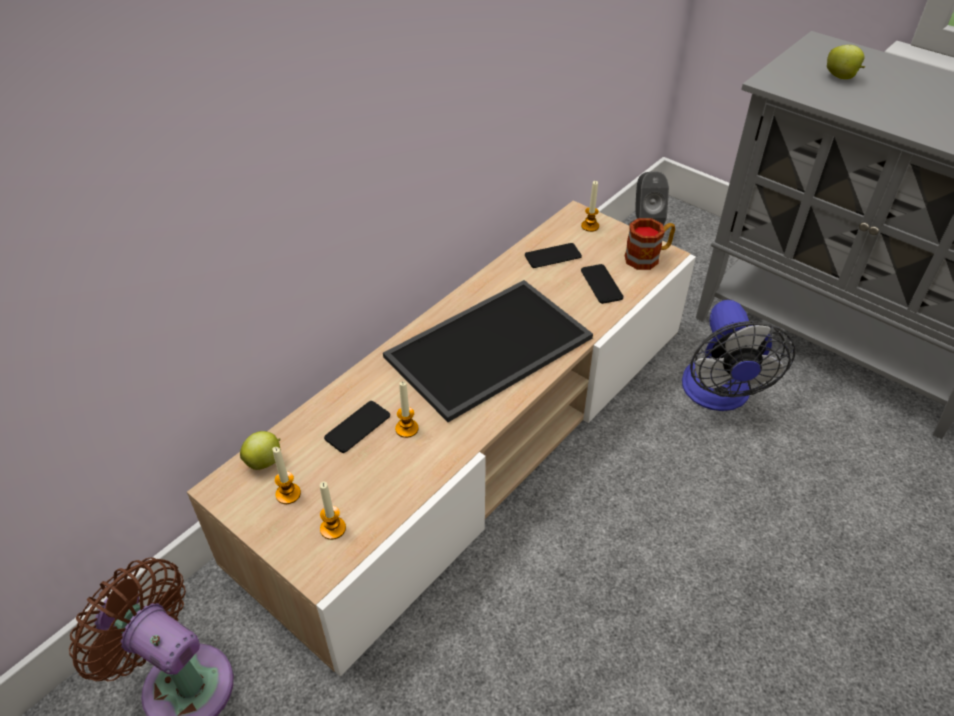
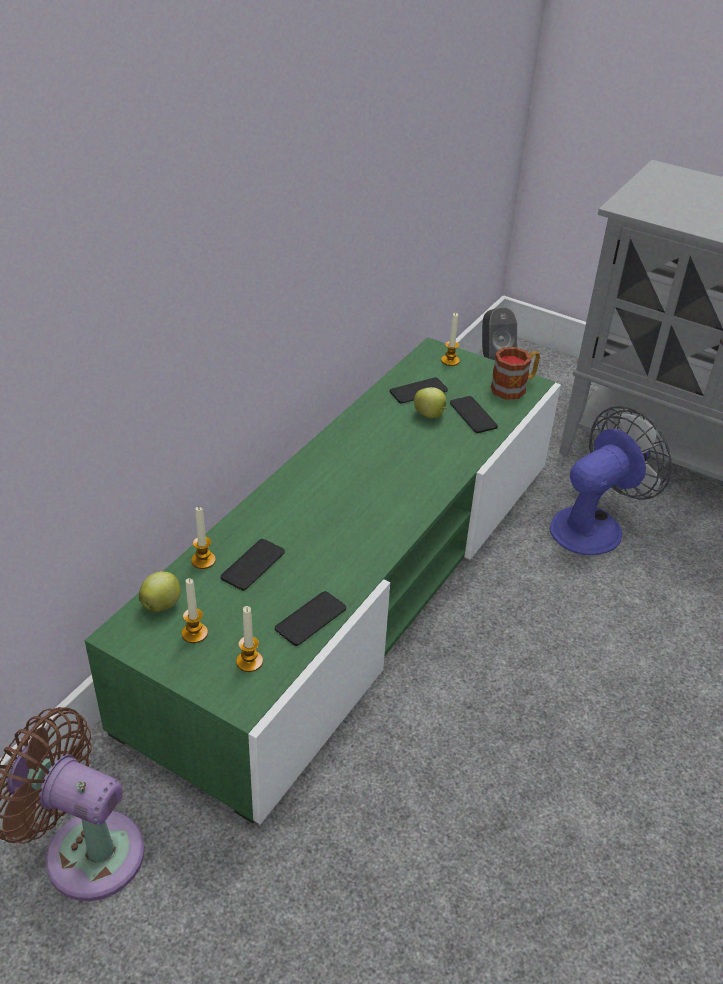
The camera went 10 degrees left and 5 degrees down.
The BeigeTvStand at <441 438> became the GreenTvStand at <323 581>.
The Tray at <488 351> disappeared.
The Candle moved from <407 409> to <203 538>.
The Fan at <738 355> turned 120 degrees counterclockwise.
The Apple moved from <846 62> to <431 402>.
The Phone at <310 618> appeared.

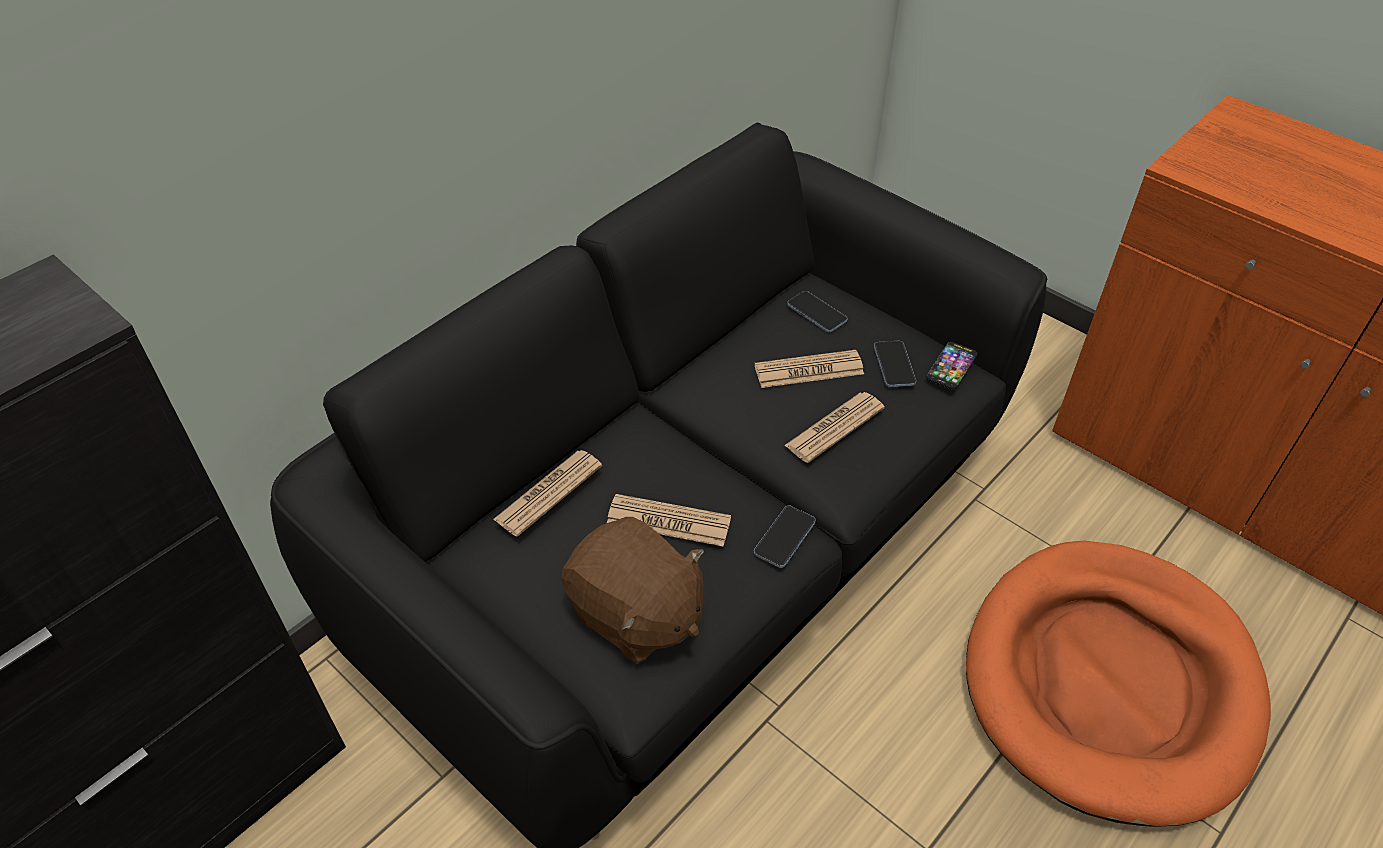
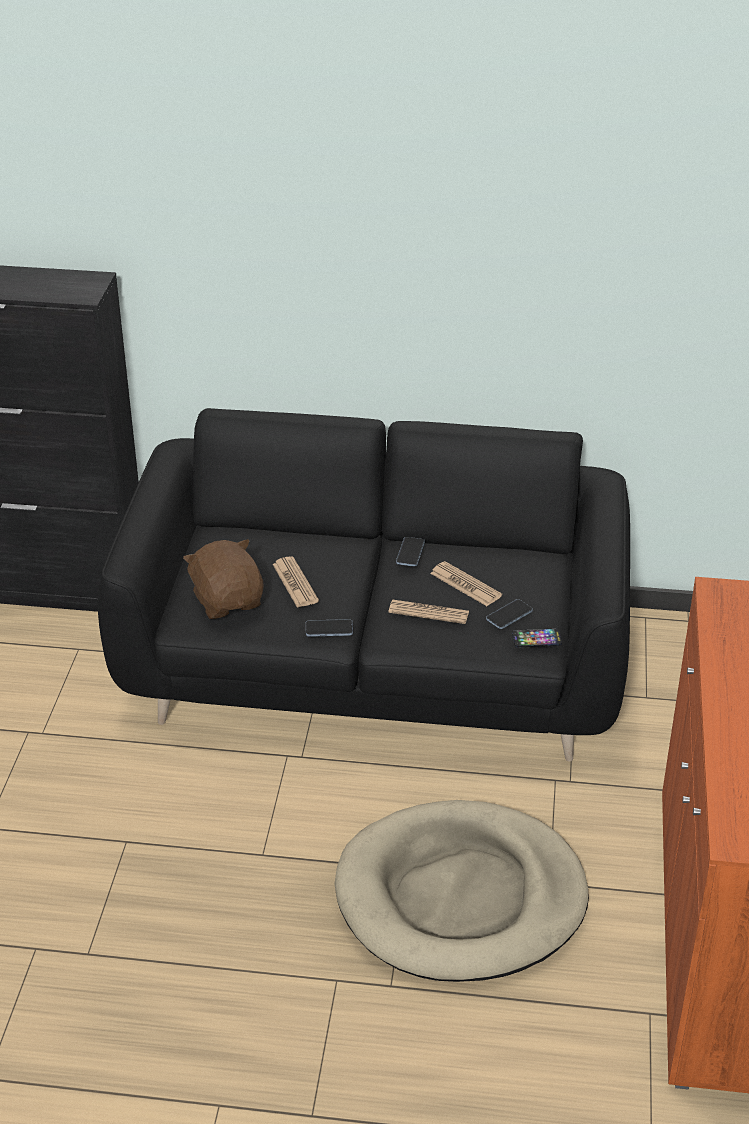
The camera went 55 degrees right and 10 degrees down.
The Newspaper at <547 493> disappeared.
The BrownPlushToy at <632 590> turned 150 degrees clockwise.
The Phone moved from <817 312> to <410 552>.
The OrangeDogBed at <1118 684> became the BeigeDogBed at <461 891>.

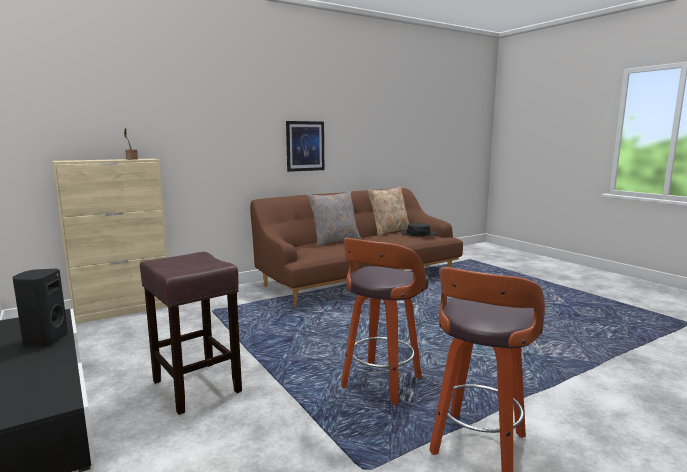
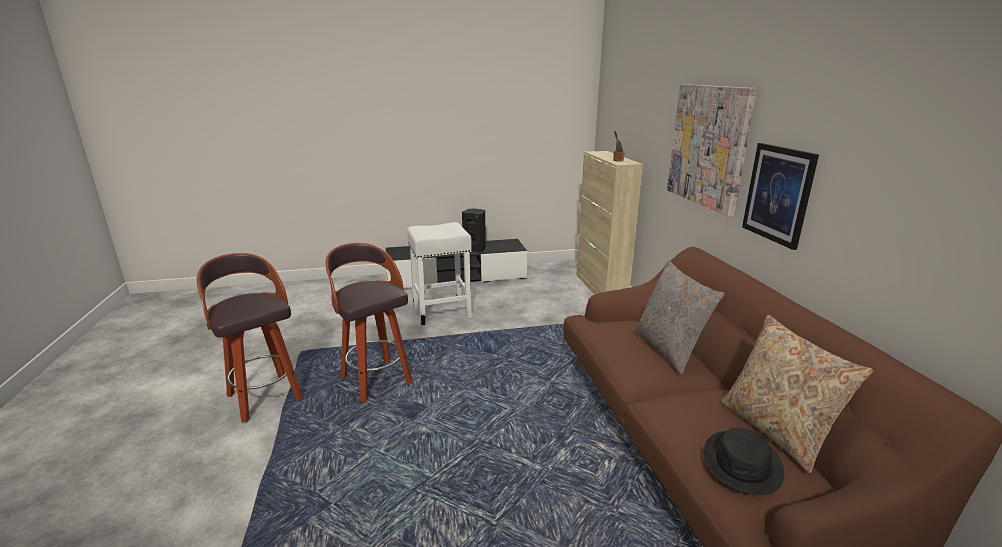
The camera went 110 degrees right and 10 degrees up.
The BrownStool at <191 333> became the WhiteStool at <439 274>.
The Picture at <712 150> appeared.

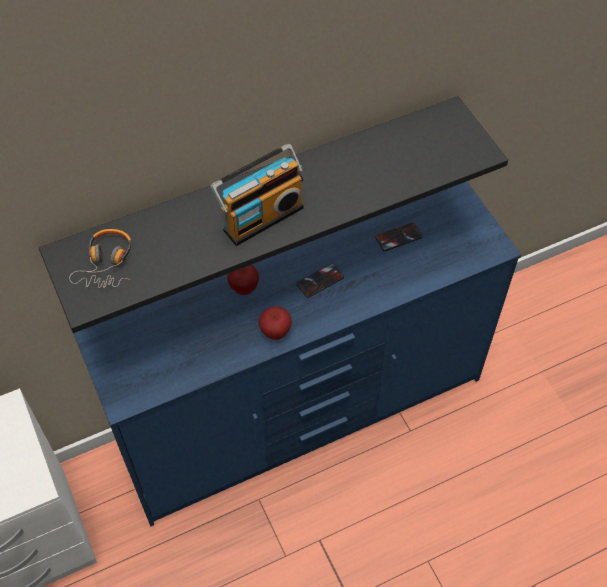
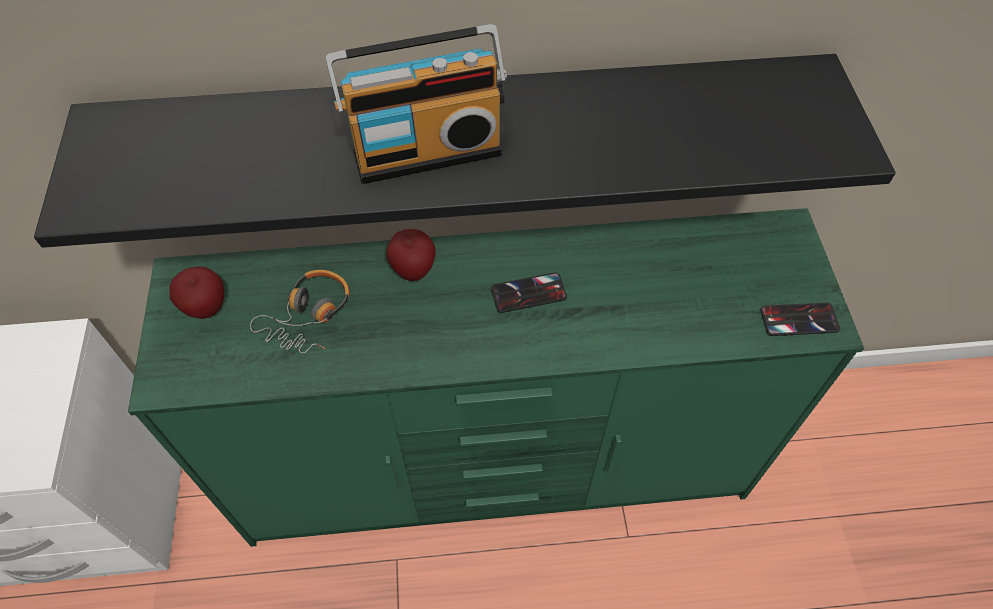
The camera went 20 degrees right and 0 degrees up.
The Headphones moved from <100 258> to <300 312>.
The BlueDresser at <297 353> became the GreenDresser at <496 377>.
The Apple moved from <275 323> to <197 293>.
The Phone moved from <399 236> to <800 319>.

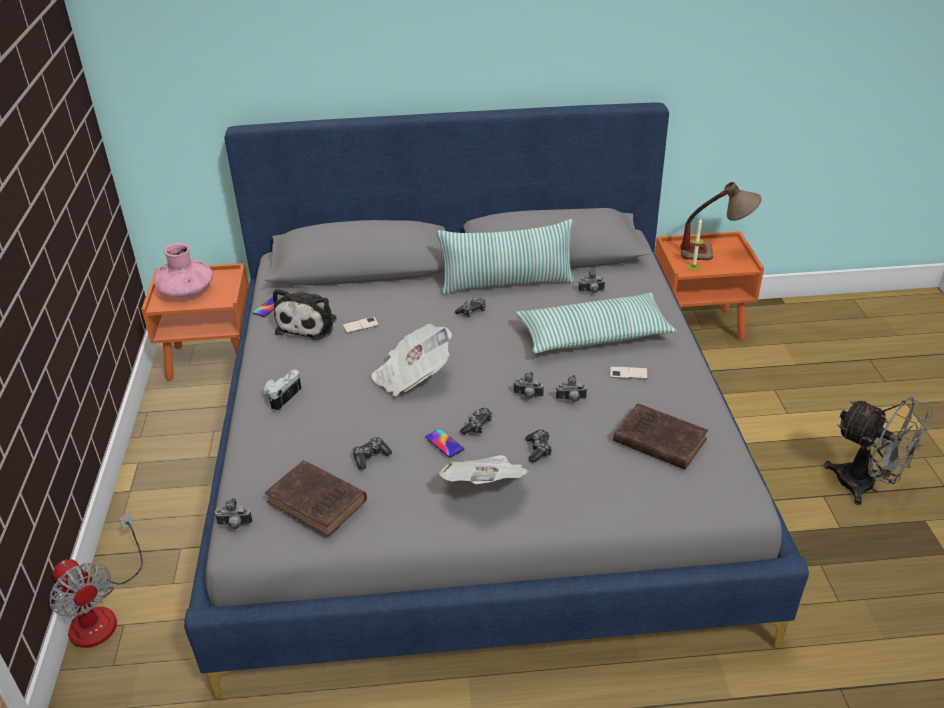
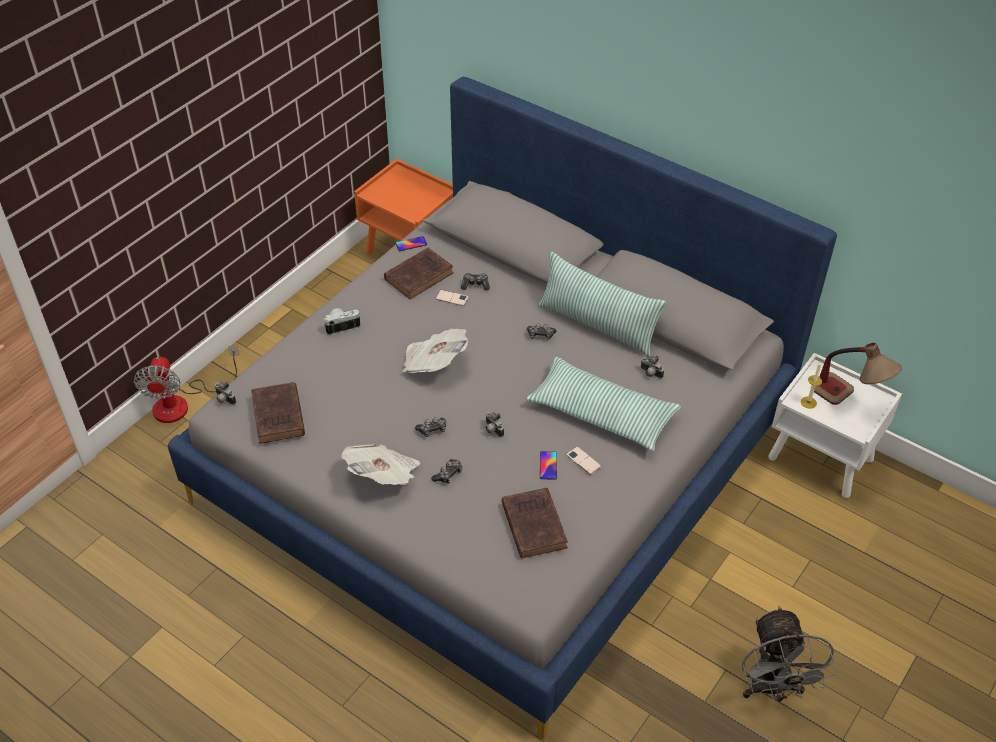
The camera went 40 degrees right and 10 degrees up.
The PinkVase at <183 270> disappeared.
The PlushToy at <305 314> was replaced by the BrownBook at <419 273>.
The GameController moved from <372 453> to <475 281>.
The Phone moved from <444 443> to <548 465>.
The PhotoCamera at <571 388> disappeared.
The OrangeNightstand at <709 285> became the WhiteNightstand at <835 425>.

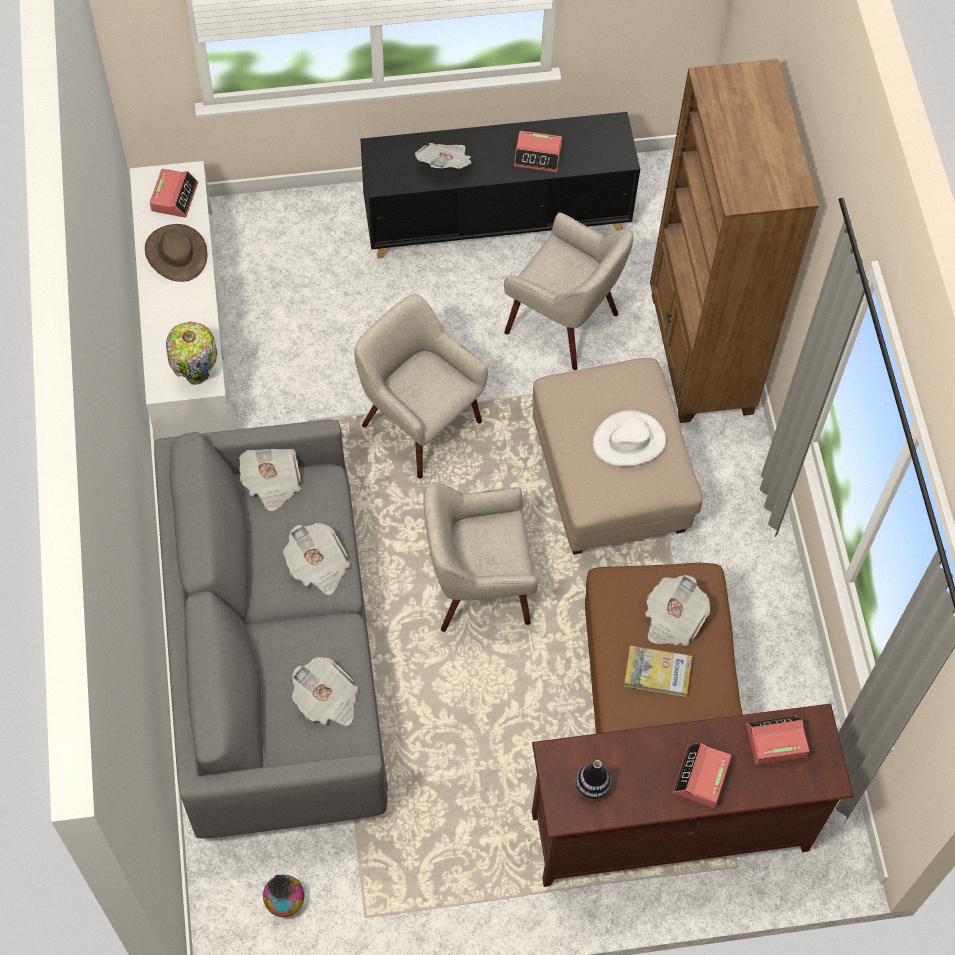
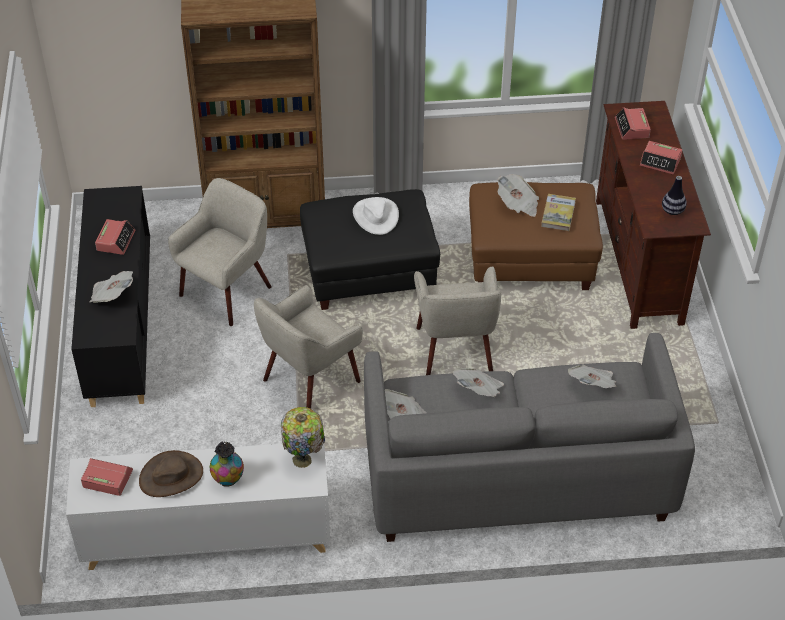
The camera went 85 degrees left and 15 degrees down.
The Vase moved from <283 896> to <227 464>.
The BeigeOttoman at <617 456> became the BlackOttoman at <370 249>.

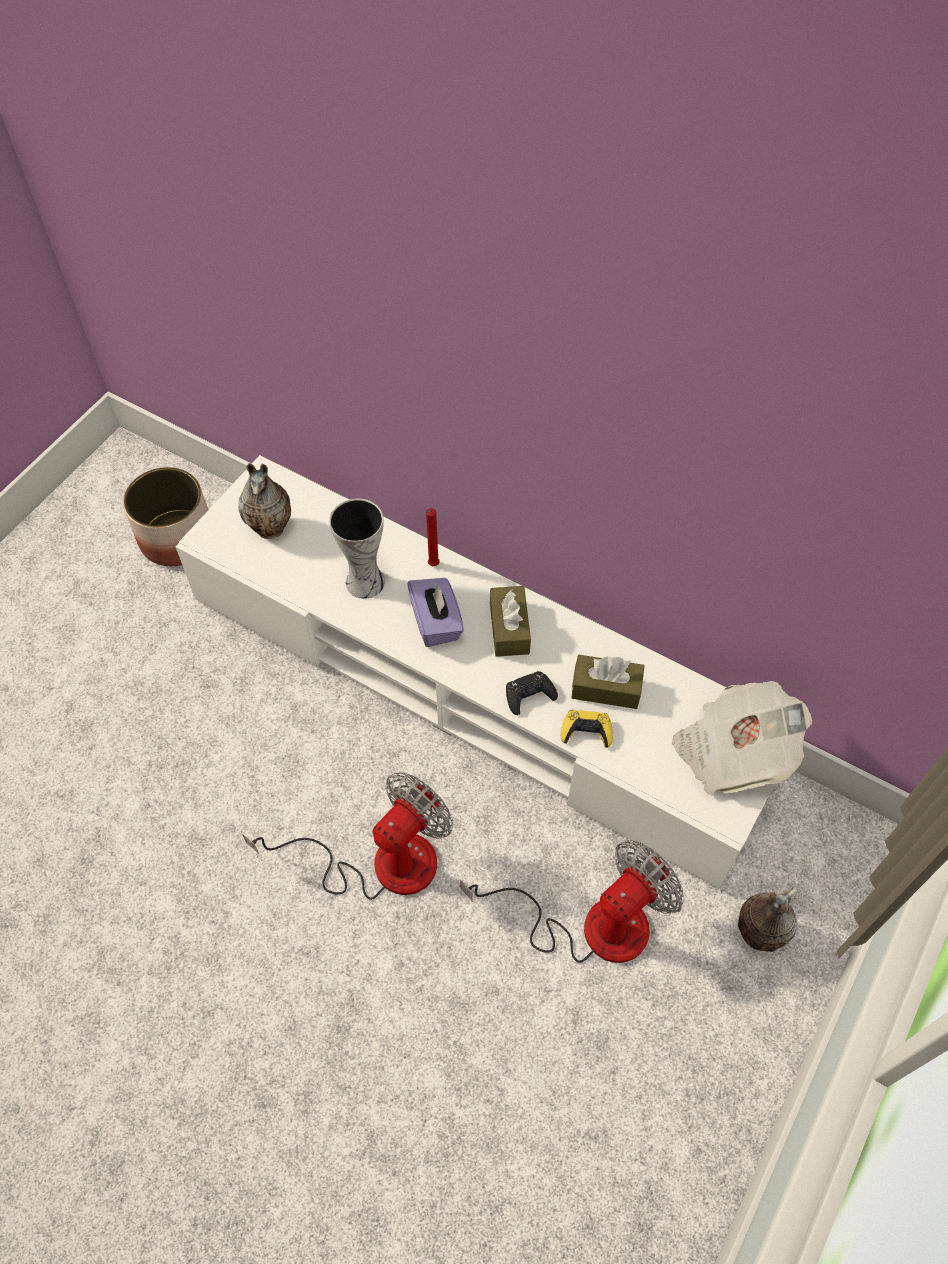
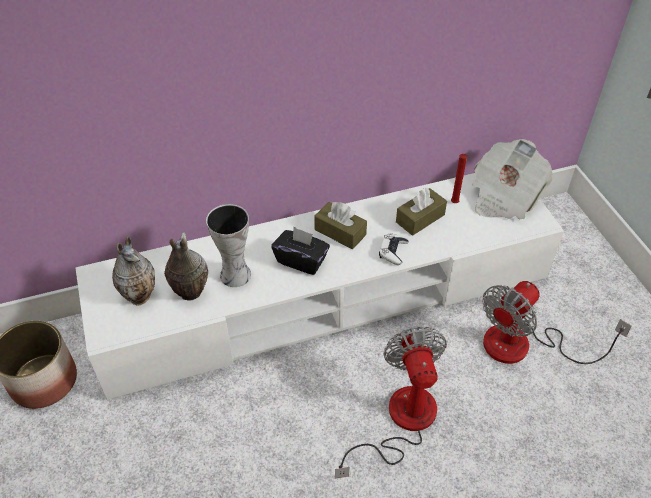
The camera went 50 degrees left and 10 degrees down.
The PurpleTissueBox at <435 612> became the BlackTissueBox at <300 251>.
The RedCandle moved from <432 537> to <459 178>.
The Fan at <572 901> turned 135 degrees counterclockwise.
The BlackGameController at <532 693> became the WhiteGameController at <393 249>.
The YellowGameController at <587 729> disappeared.
The Vase moved from <768 920> to <186 266>.

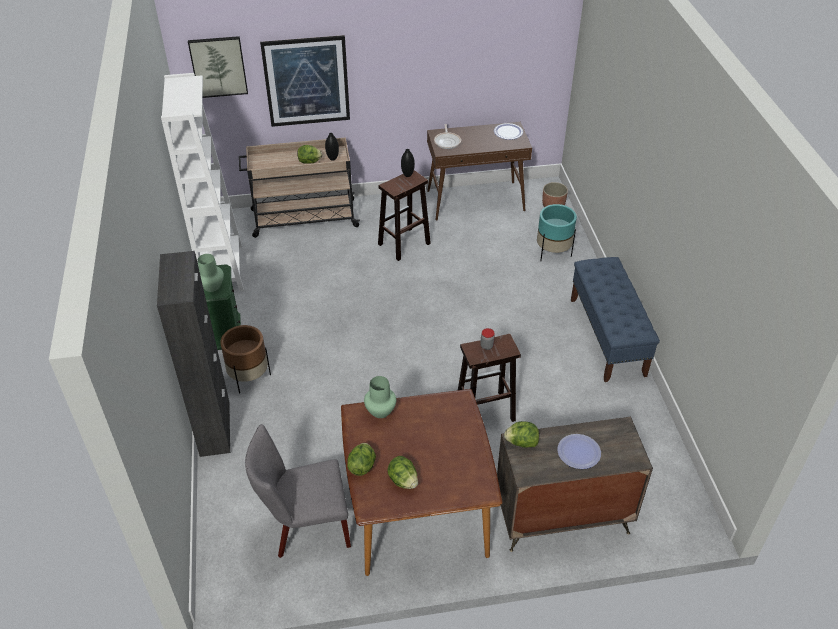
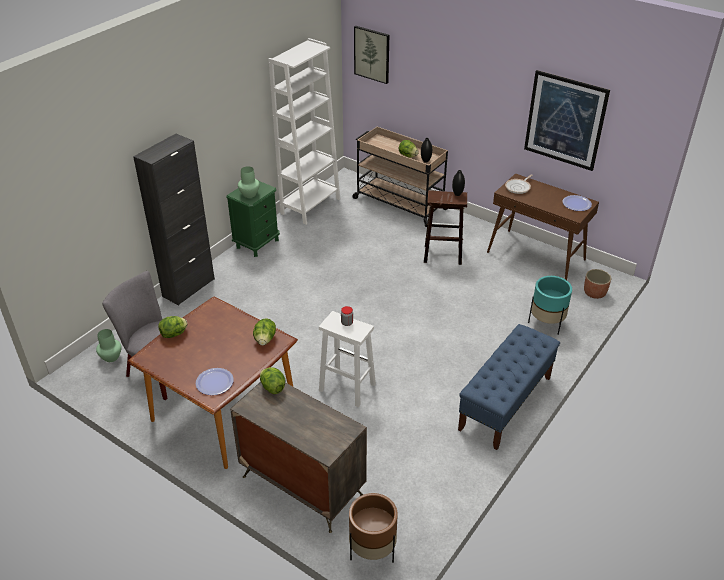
The camera went 45 degrees right and 5 degrees down.
The BrownPlanter moved from <245 359> to <373 528>.
The Picture moved from <305 81> to <567 120>.
The GreenVase moved from <380 397> to <108 345>.
The Lettuce moved from <402 472> to <264 332>.
The BrownStool at <489 378> became the WhiteStool at <347 359>.
The Plate moved from <579 451> to <215 381>.

